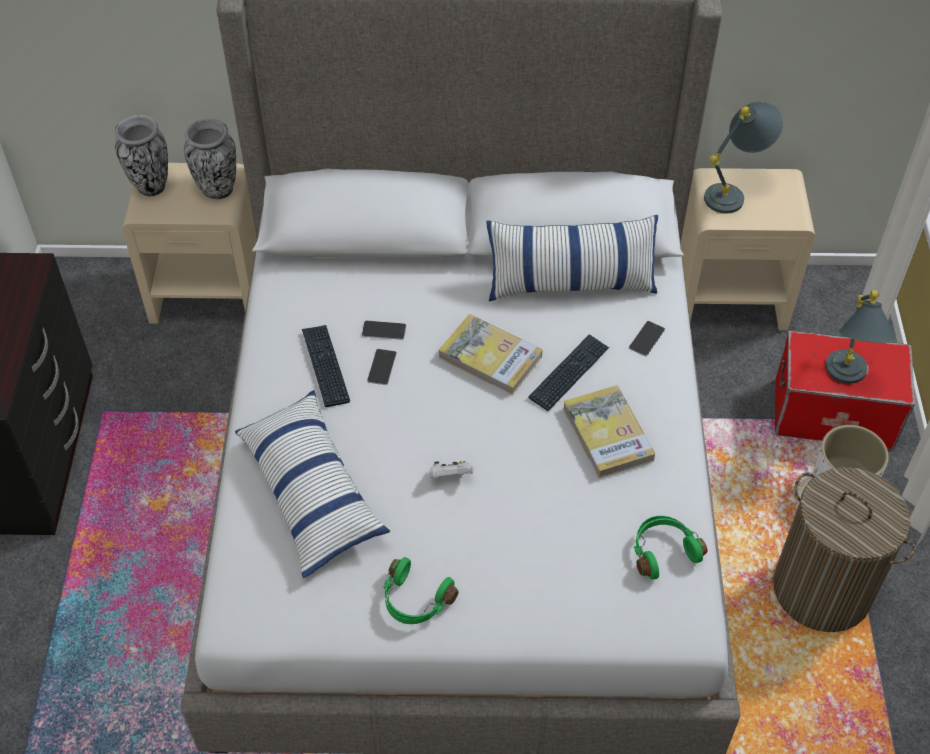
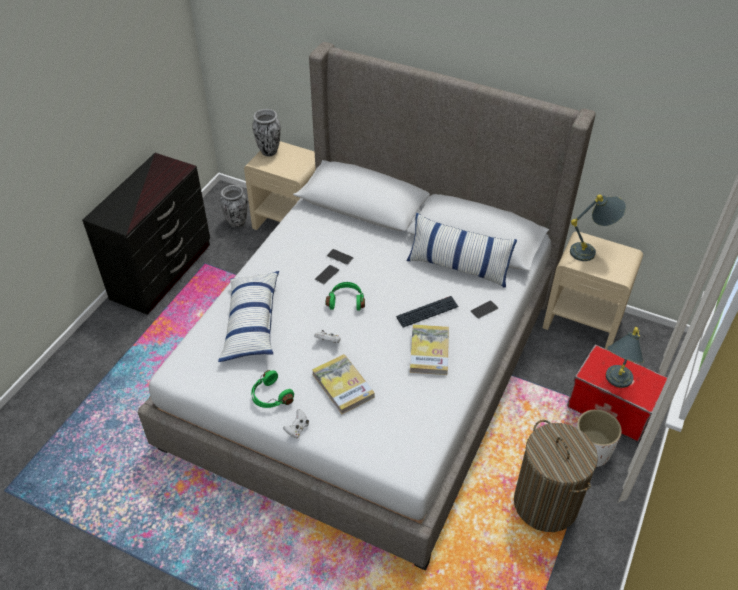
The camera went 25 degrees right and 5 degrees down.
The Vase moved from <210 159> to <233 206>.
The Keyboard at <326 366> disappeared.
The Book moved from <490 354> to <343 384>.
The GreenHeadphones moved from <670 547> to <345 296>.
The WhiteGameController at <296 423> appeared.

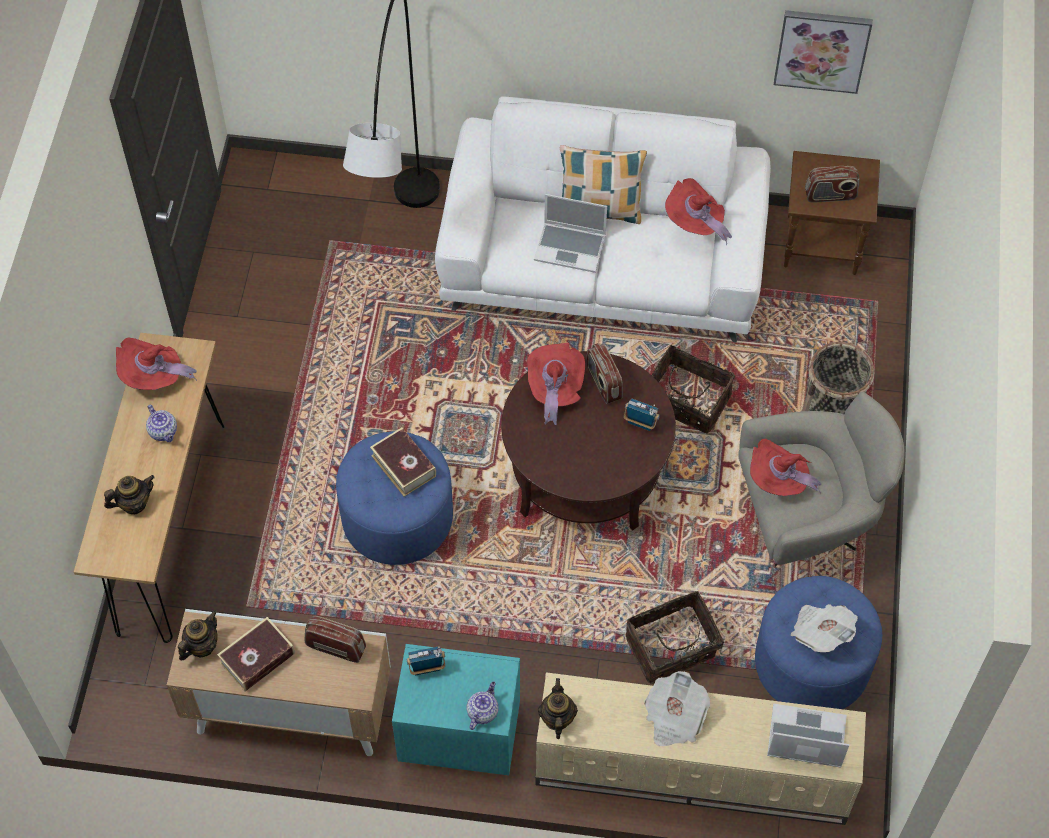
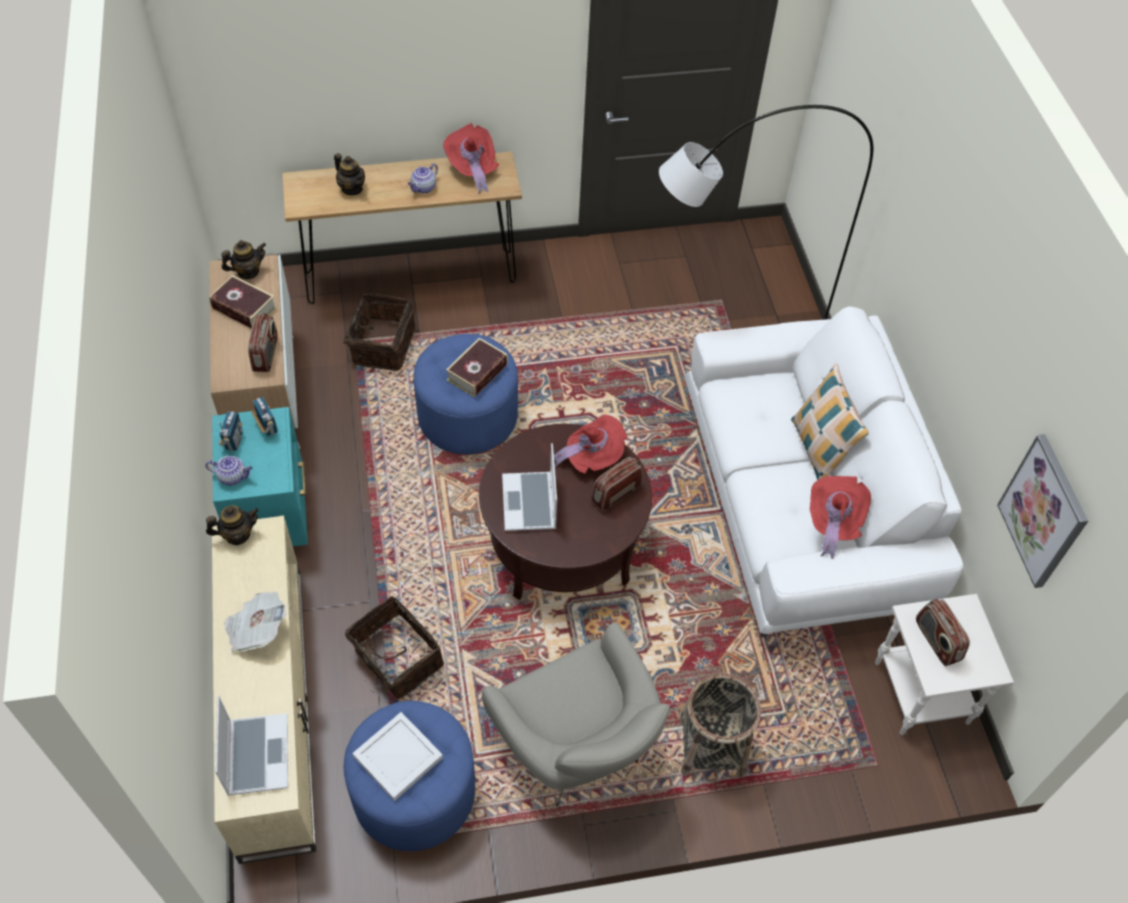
The camera went 70 degrees right and 5 degrees down.
The Teapot at <198 635> turned 45 degrees counterclockwise.
The Laptop moved from <570 233> to <529 487>.
The Radio moved from <642 414> to <230 431>.
The Basket moved from <693 389> to <374 332>.
The RedHat at <786 467> disappeared.
The BrownSideTable at <832 213> became the WhiteSideTable at <944 664>.
The Newspaper at <824 628> was replaced by the WhiteTray at <397 756>.

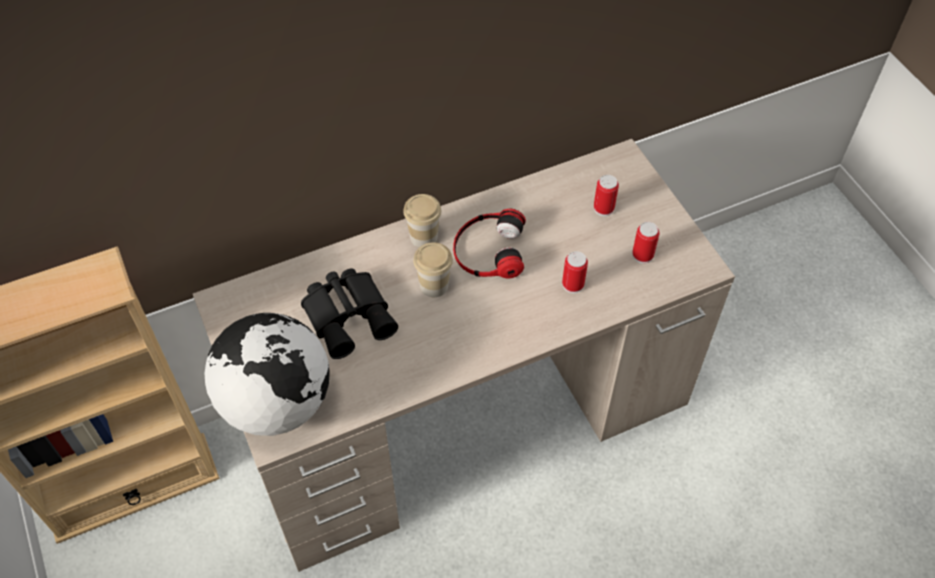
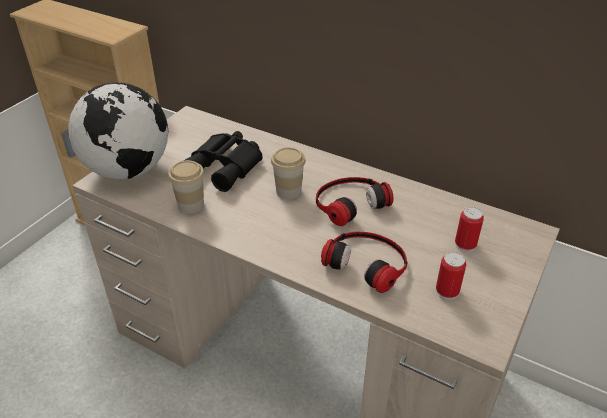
The camera went 55 degrees right and 15 degrees down.
The Cup moved from <422 220> to <186 187>.
The Can at <575 272> was replaced by the Headphones at <364 262>.

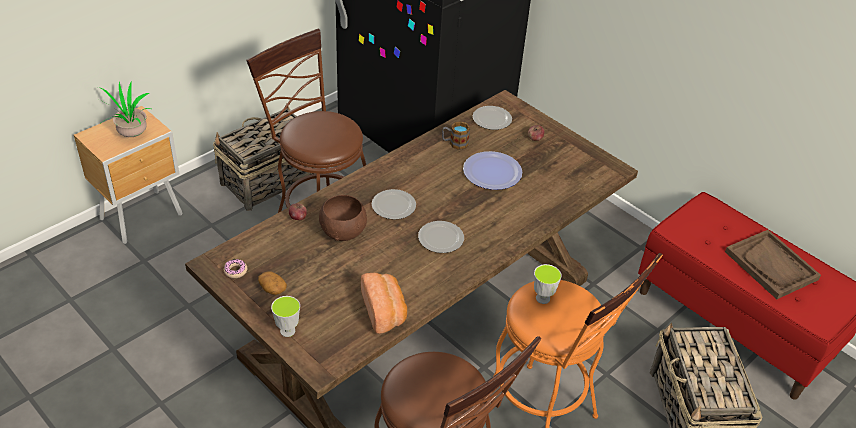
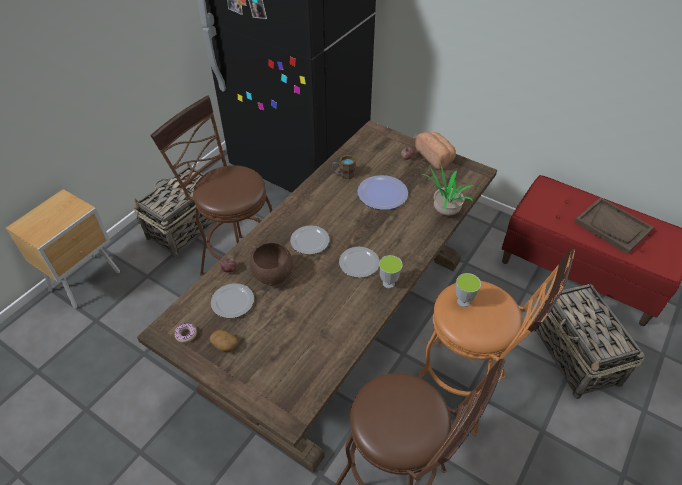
The camera went 10 degrees left and 5 degrees up.
The PottedPlant moved from <124 108> to <448 189>.
The Cup moved from <285 316> to <391 271>.
The Bread moved from <384 303> to <435 151>.
The Plate moved from <492 118> to <232 300>.

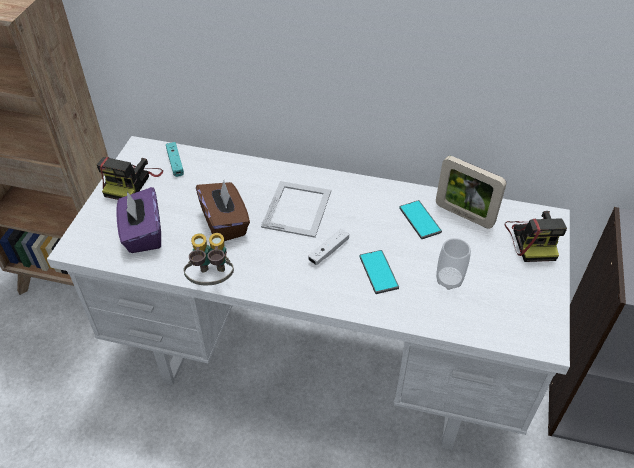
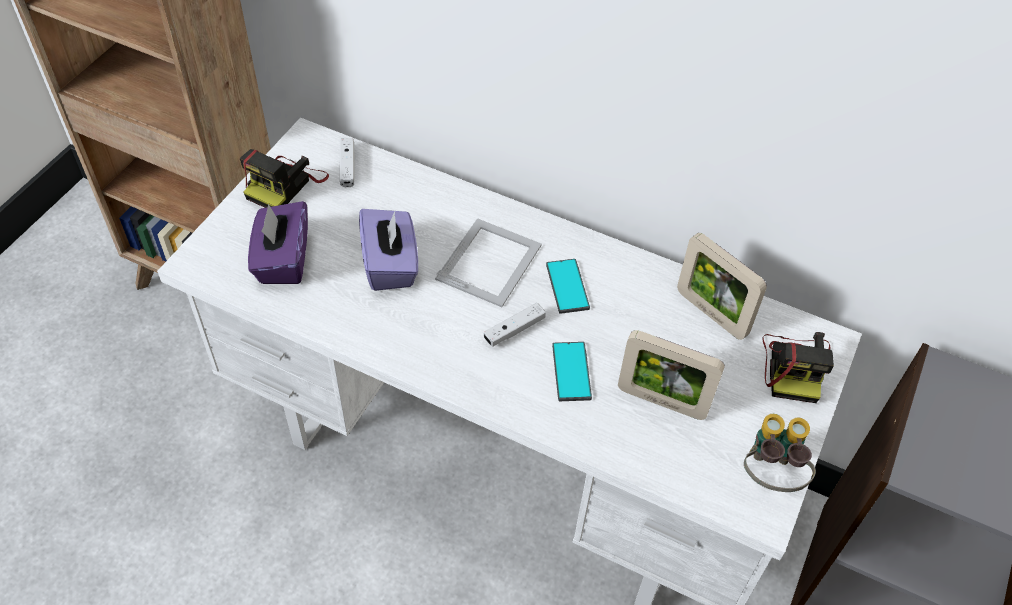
The camera went 10 degrees right and 5 degrees up.
The TurquoiseGameController at <175 159> became the WhiteGameController at <347 162>.
The Binoculars moved from <208 259> to <780 453>.
The BrownTissueBox at <223 211> became the PurpleTissueBox at <388 250>.
The Phone moved from <420 219> to <568 286>.
The Cup at <453 264> was replaced by the PictureFrame at <671 375>.

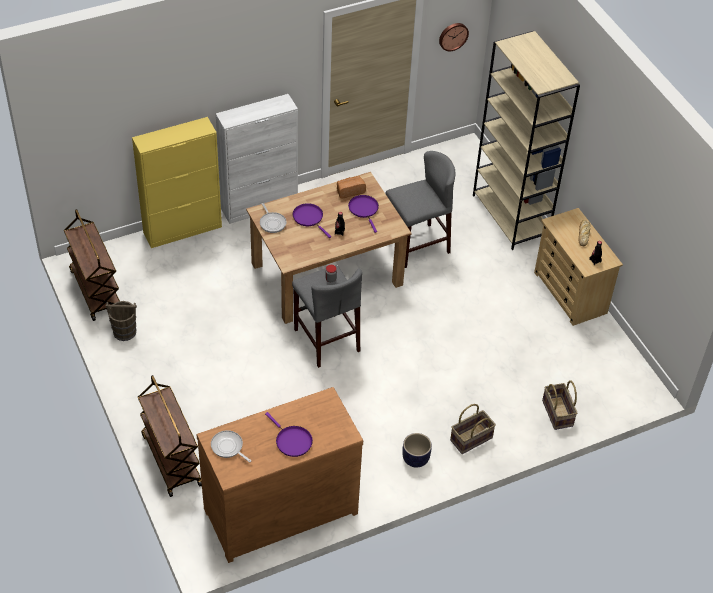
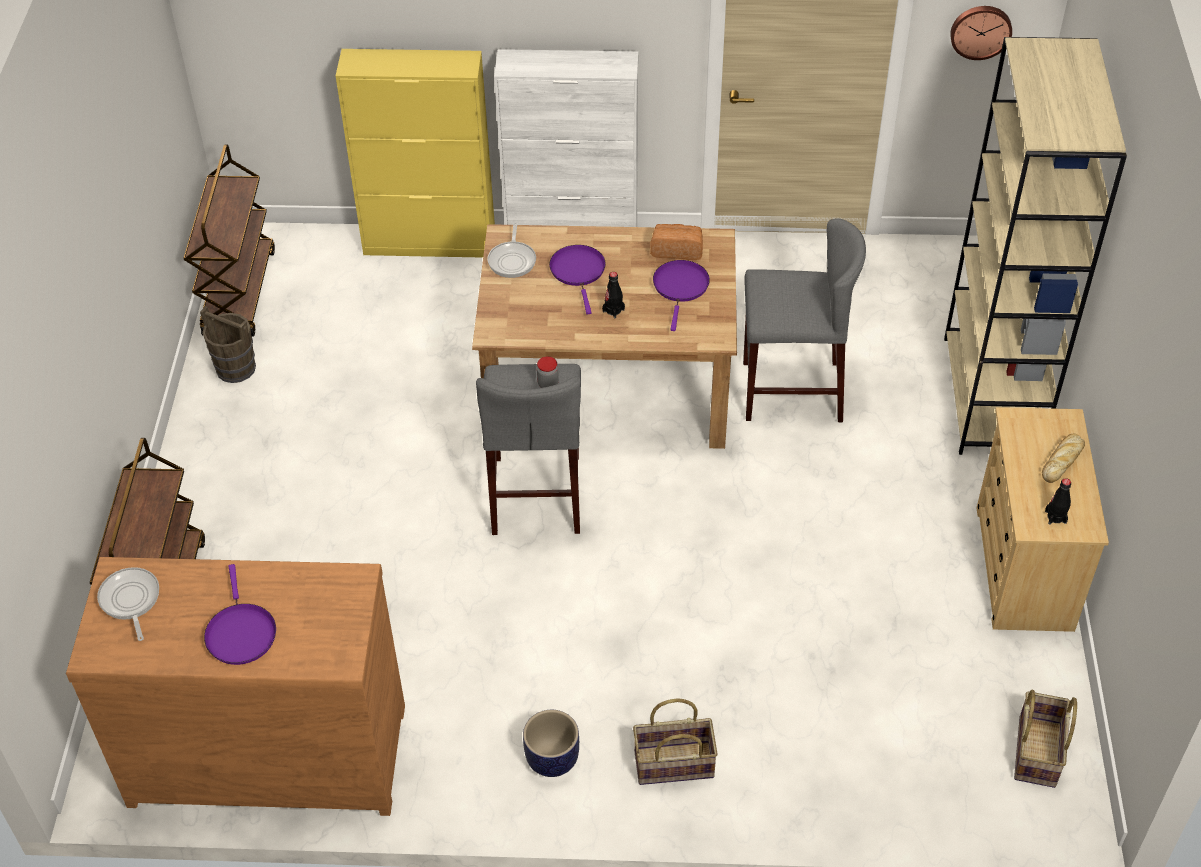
The camera went 30 degrees right and 0 degrees up.
The Basket moved from <560 405> to <1045 738>.

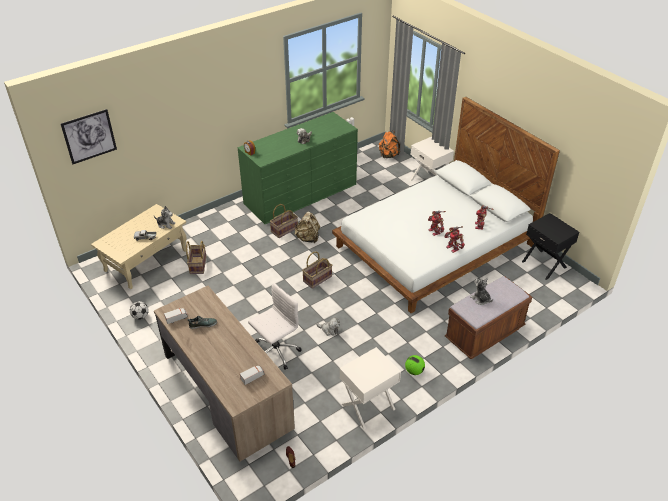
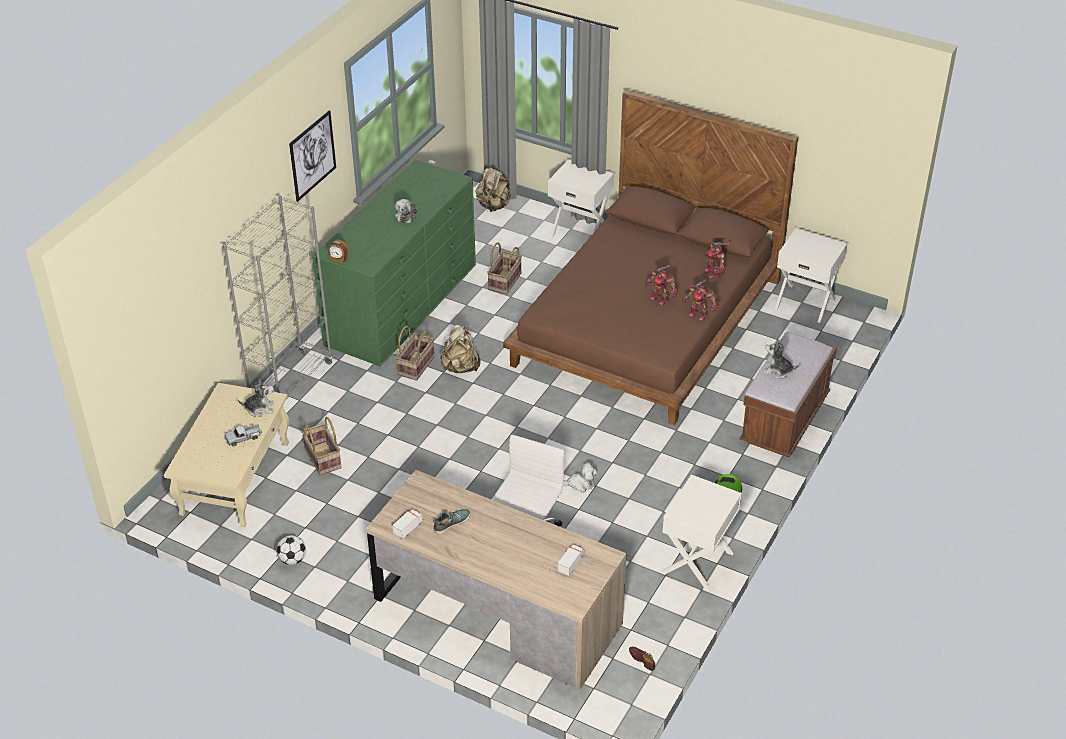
The camera went 25 degrees left and 0 degrees up.
The Picture moved from <89 136> to <312 156>.
The Basket moved from <317 270> to <504 268>.
The WhiteBed at <446 205> became the BrownBed at <650 257>.
The OrangeBackpack at <389 144> became the BeigeBackpack at <493 188>.
The BlackNightstand at <550 246> became the WhiteNightstand at <811 275>.
The GreyBookcase at <278 296> appeared.

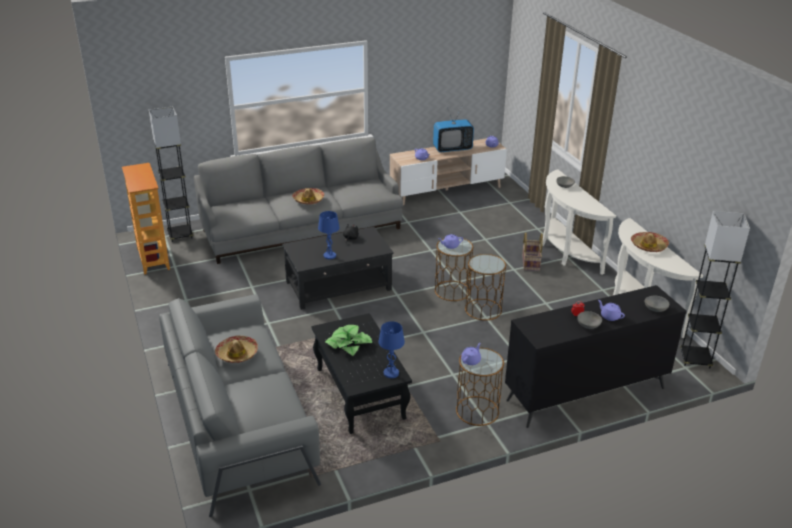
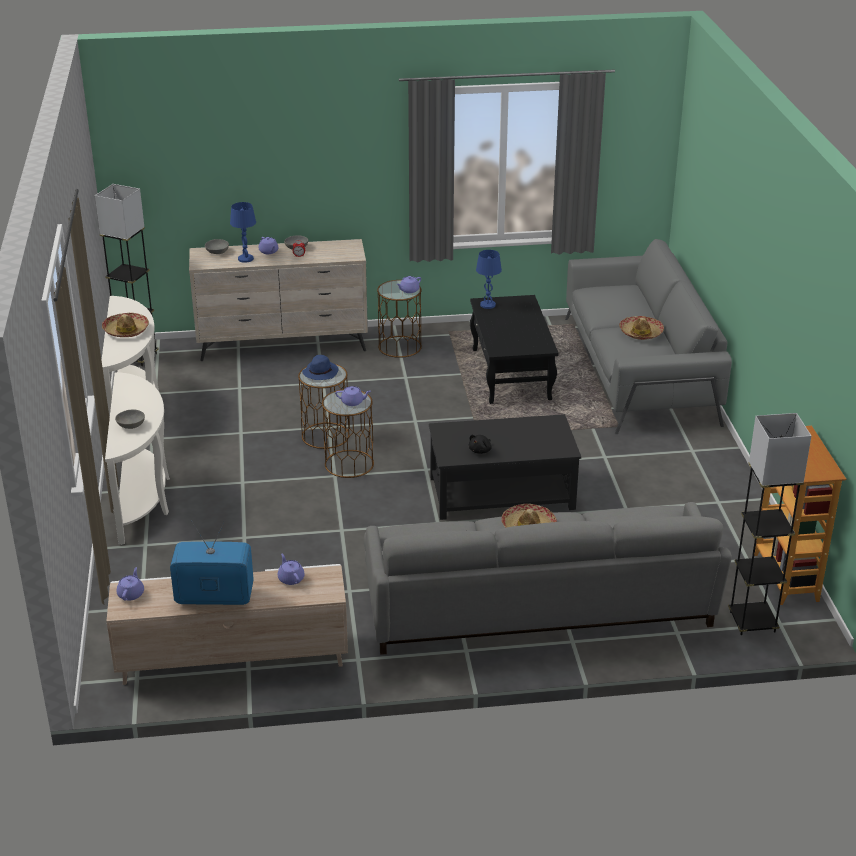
The camera went 165 degrees left and 0 degrees up.
The BlueTableLamp moved from <329 235> to <243 232>.
The PottedPlant at <348 340> disappeared.
The BlackDresser at <596 356> became the BeigeDresser at <278 300>.
The Basket at <532 251> disappeared.
The BlueHat at <320 367> appeared.

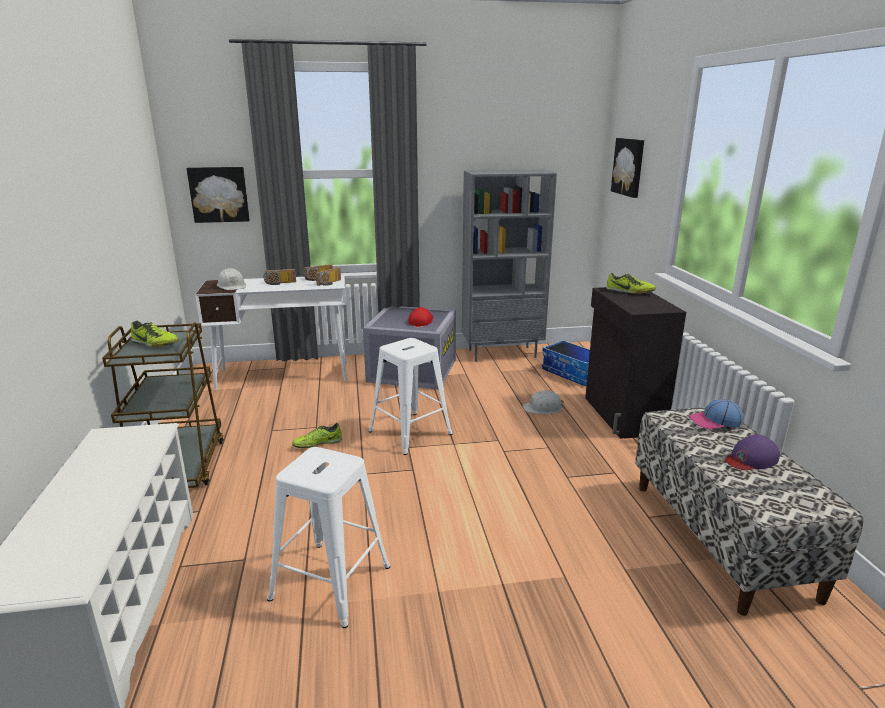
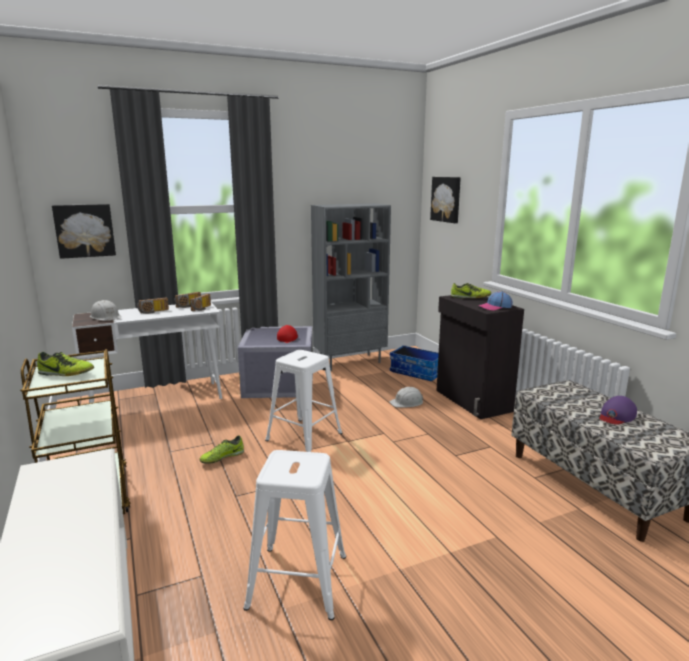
The camera went 15 degrees left and 5 degrees down.
The Cap moved from <716 414> to <496 301>.

